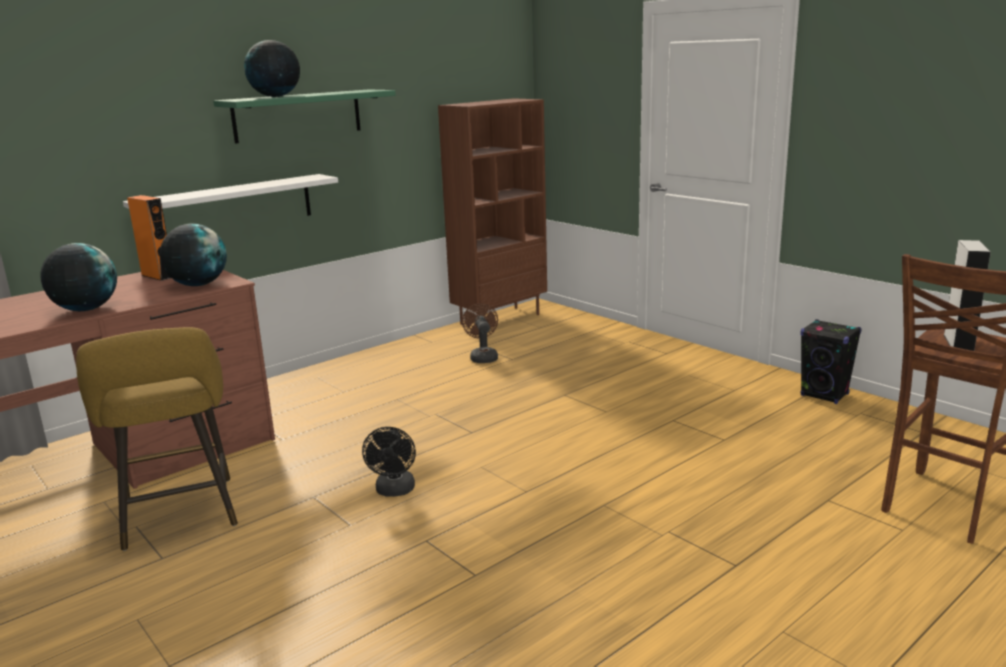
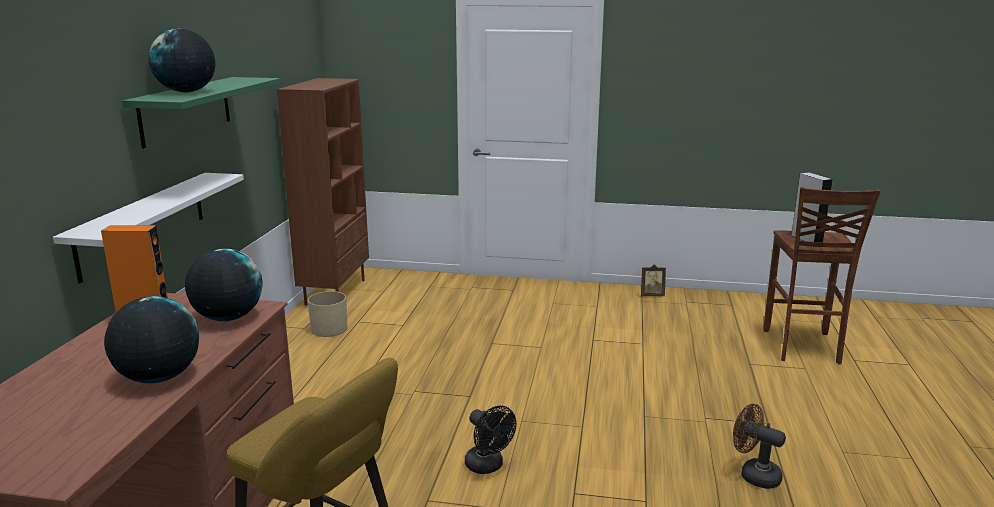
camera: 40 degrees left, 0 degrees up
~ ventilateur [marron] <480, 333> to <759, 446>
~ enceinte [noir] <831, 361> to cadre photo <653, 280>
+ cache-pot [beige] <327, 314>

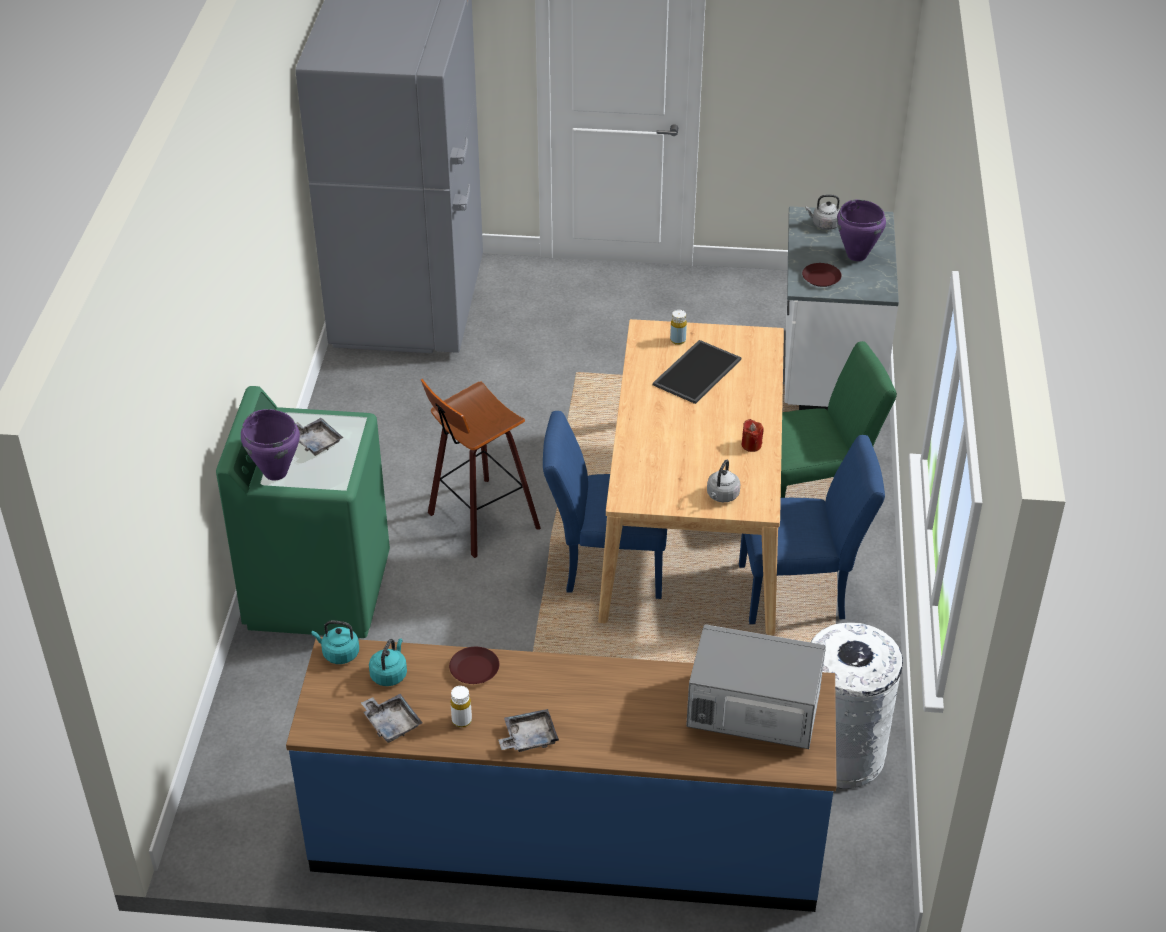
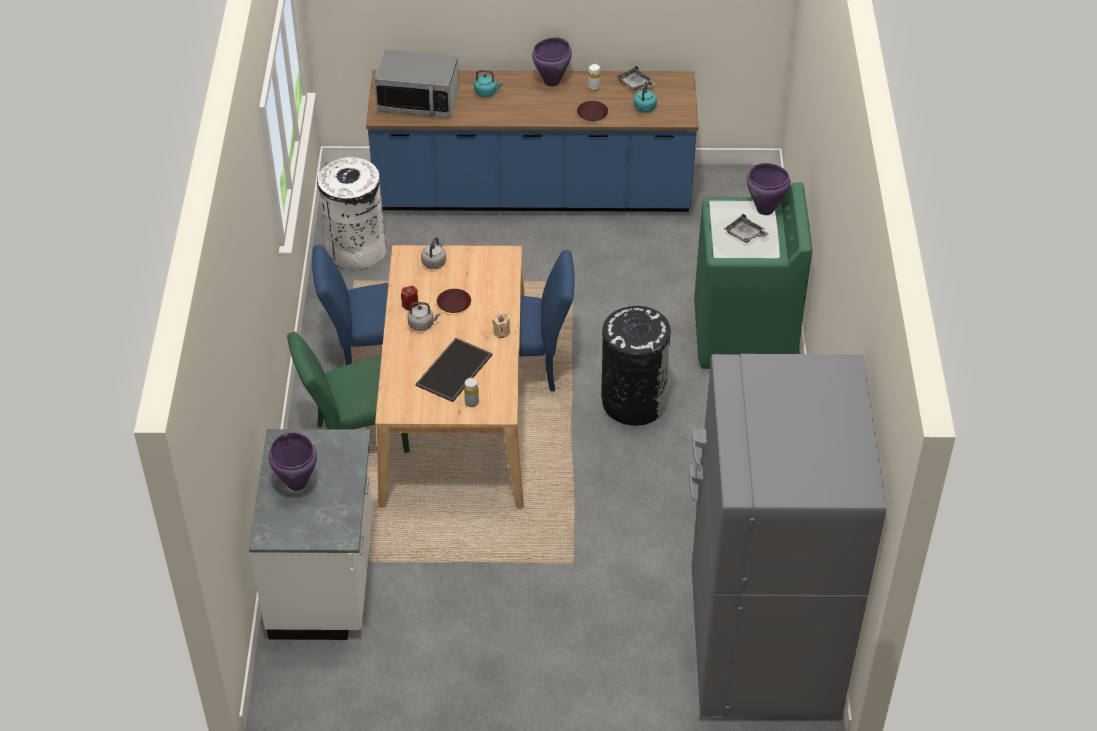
camera: 175 degrees right, 5 degrees up
~ bouilloire [turquoise] <335, 642> to <488, 83>
~ tabouret <481, 468> to poubelle [noir] <636, 365>
~ plateau [gris] <528, 730> to marmite [violet] <552, 62>
~ assiette [marron] <822, 275> to <454, 301>
~ bouilloire [gris] <823, 212> to <424, 316>
+ bougie [beige] <501, 325>

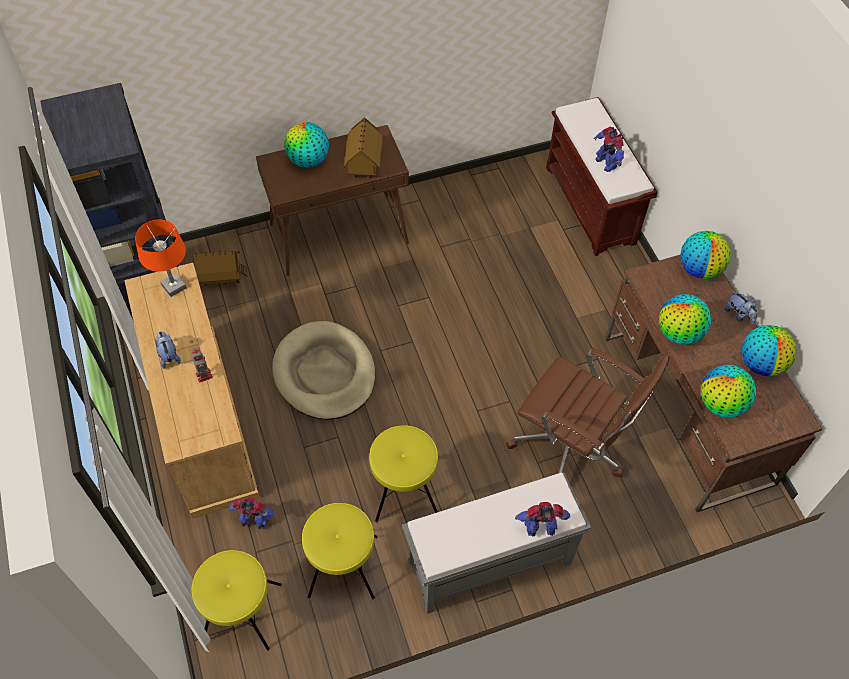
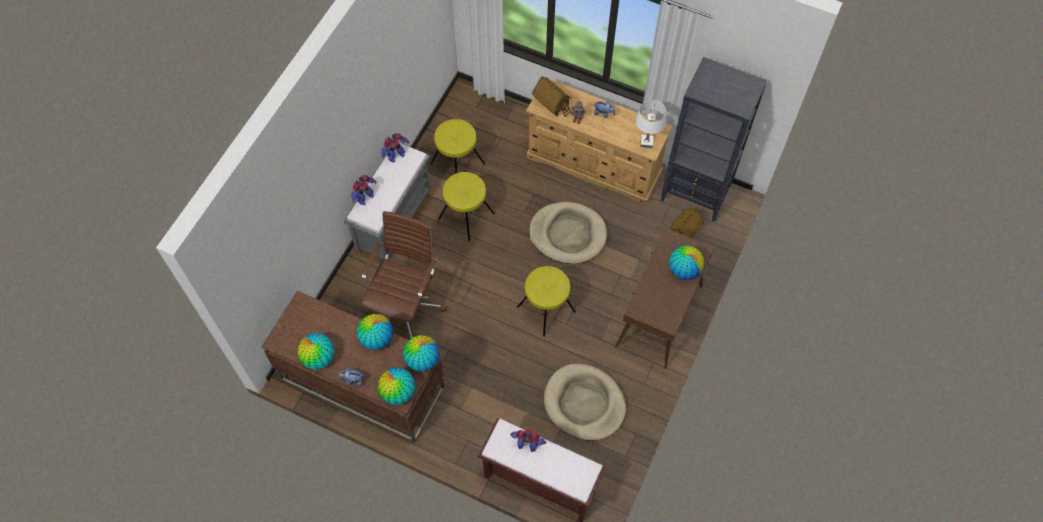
camera: 135 degrees right, 5 degrees up
~ lampe de table [orange] <161, 258> to lampe de table [blanc] <651, 124>
~ tabouret [jaune] <237, 600> to <546, 301>
~ robot jouet <253, 513> to <395, 148>
~ maison miniature <363, 147> to <552, 96>
~ chaise de bureau [marron] <588, 412> = <404, 275> 120 degrees clockwise
~ globe <728, 391> to <421, 353>
+ panier pour chien [beige] <585, 402>

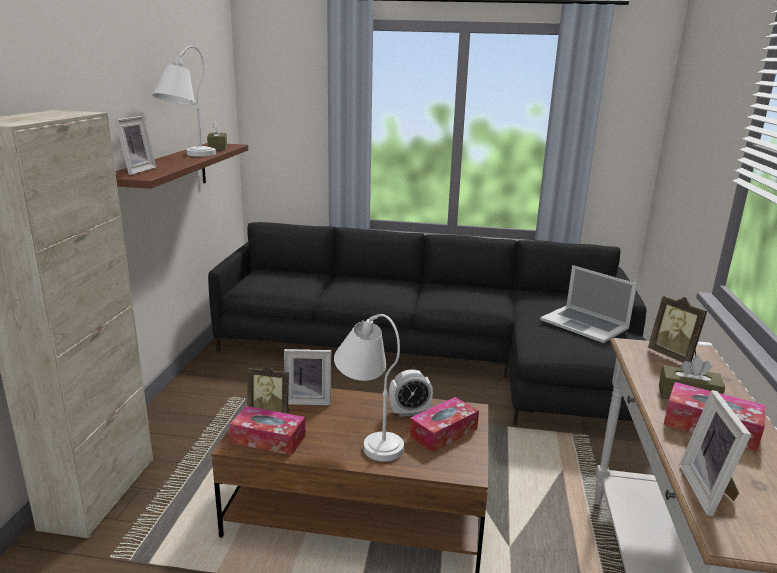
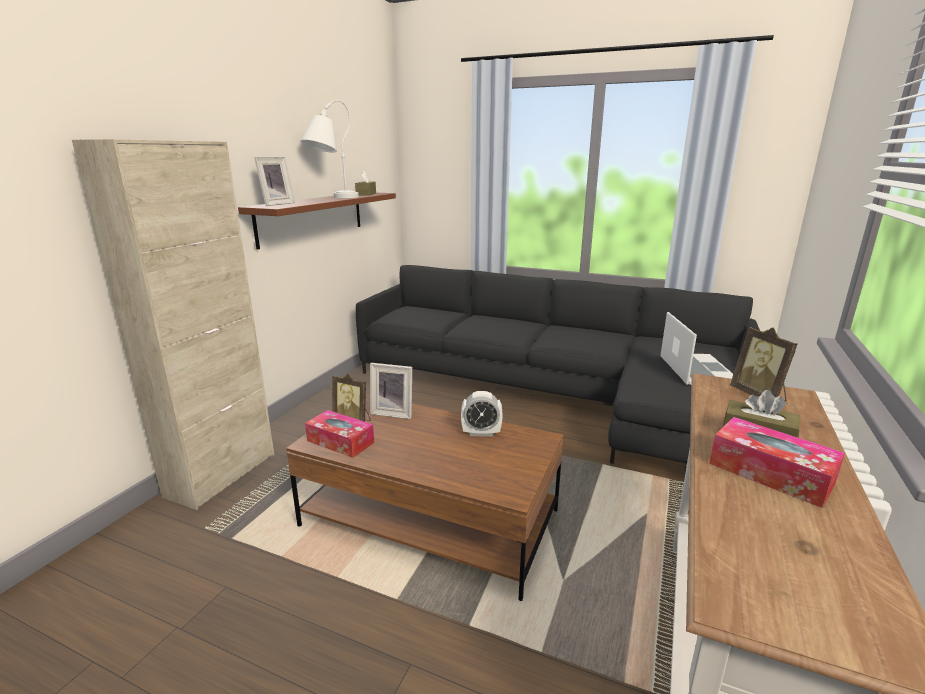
camera: 15 degrees right, 0 degrees up
- lampe de table [blanc] <369, 388>
- boîte à mouchoirs <444, 424>
~ ordinateur portable <588, 304> = <696, 348> 150 degrees counterclockwise
- cadre photo <715, 453>

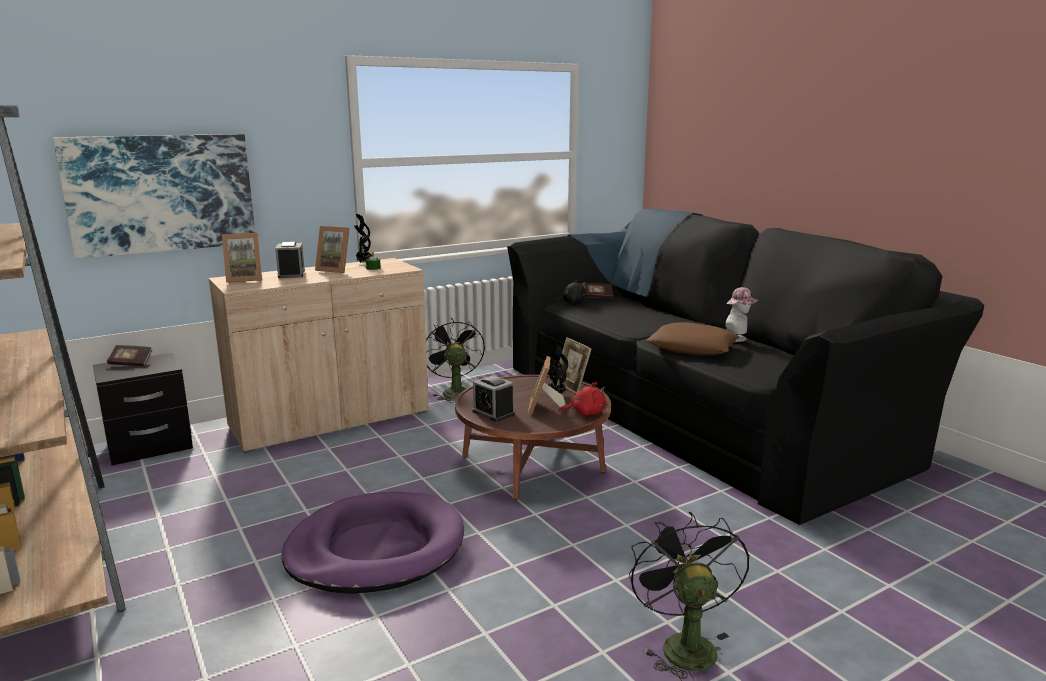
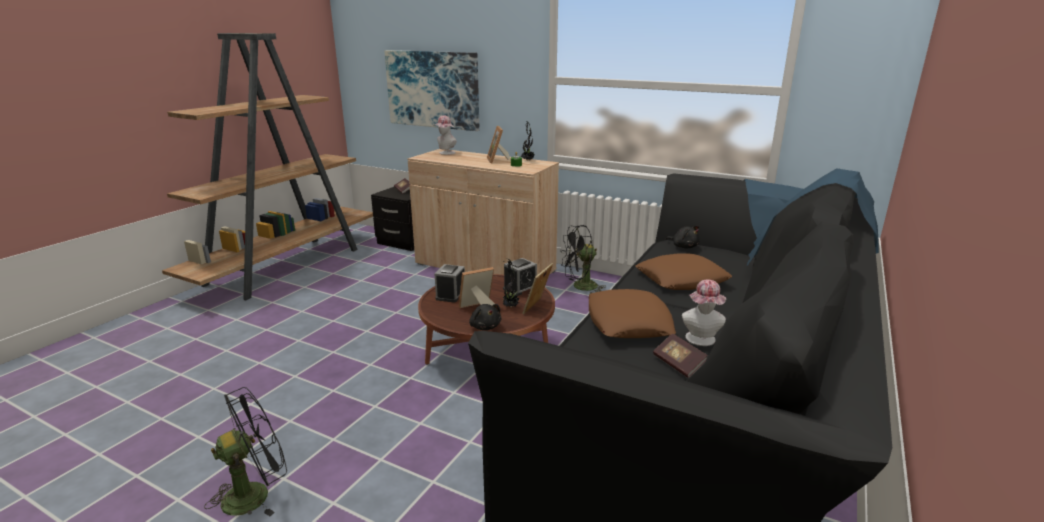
camera: 60 degrees right, 5 degrees up
~ cadre photo <242, 258> to chapeau <445, 135>
~ réveil <290, 260> to <520, 277>
- panier pour chien [violet] <373, 543>
~ ventilateur [noir] <455, 360> = <582, 260> 150 degrees counterclockwise
~ peluche [rouge] <582, 399> to peluche [noir] <485, 317>
~ livre <598, 291> to <680, 356>
+ coussin [marron] <683, 271>

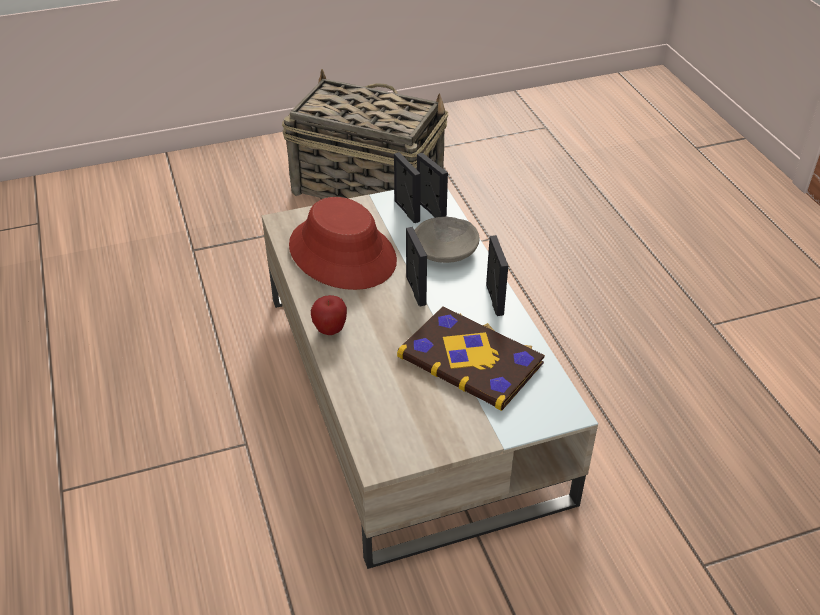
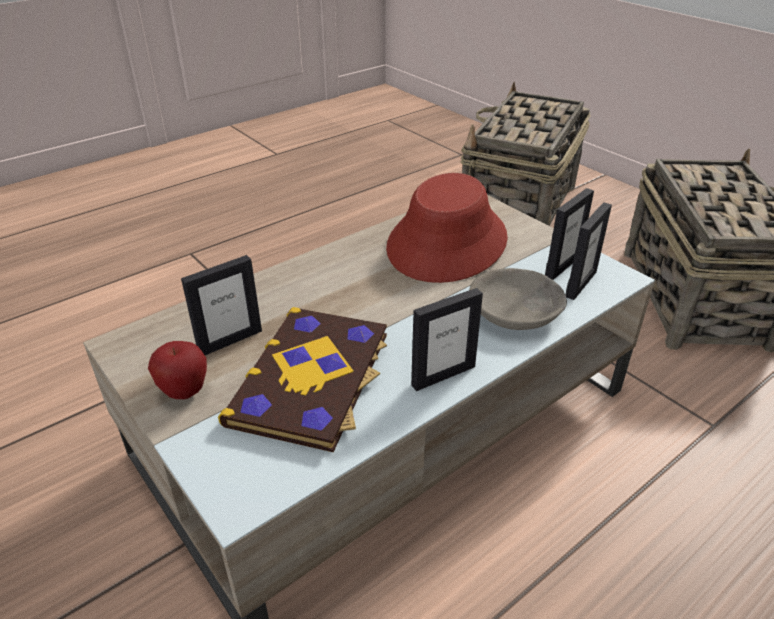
camera: 70 degrees right, 5 degrees down
~ pomme <329, 315> to <177, 370>
~ cadre photo <416, 266> to <221, 305>
+ panier <525, 154>

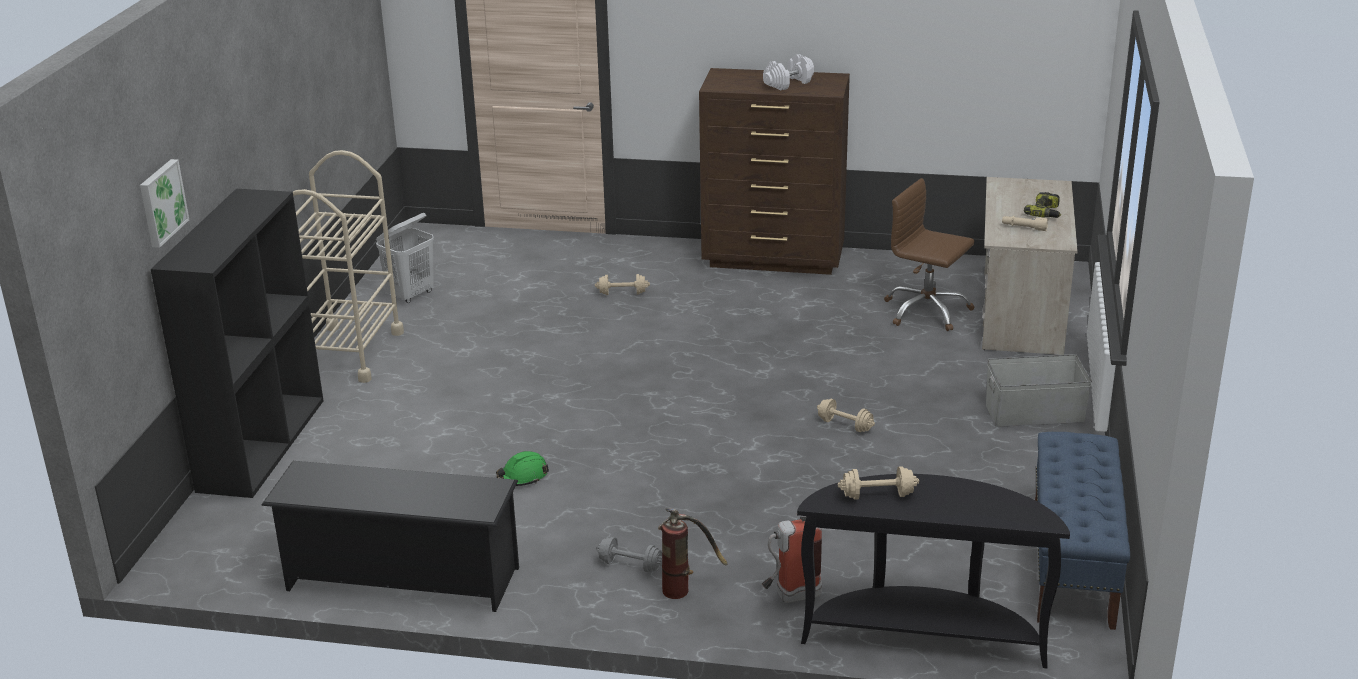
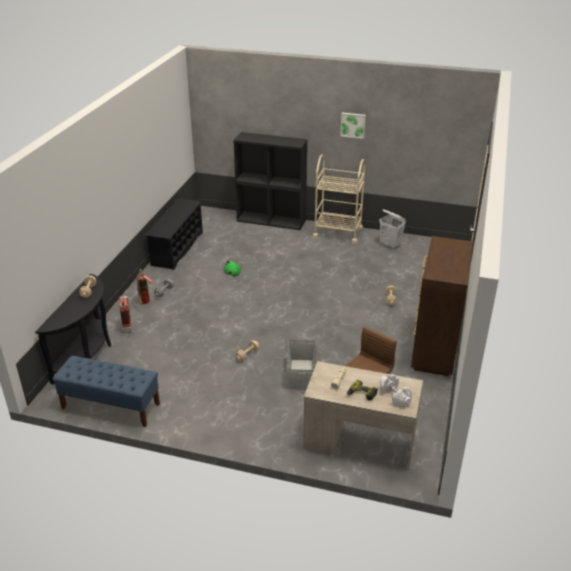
camera: 95 degrees right, 5 degrees up
~ tableau <164, 203> to <353, 126>
~ haltère [blanc] <788, 72> to <396, 390>
~ boîte de rangement [gris] <1039, 390> to <301, 365>

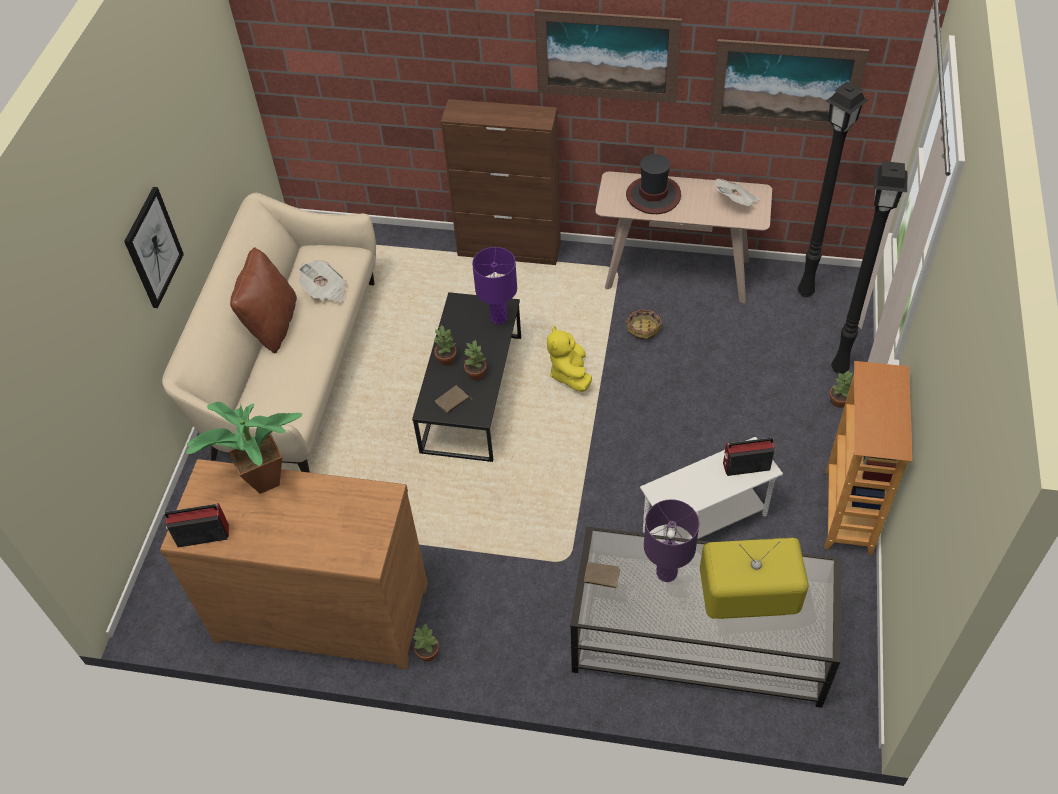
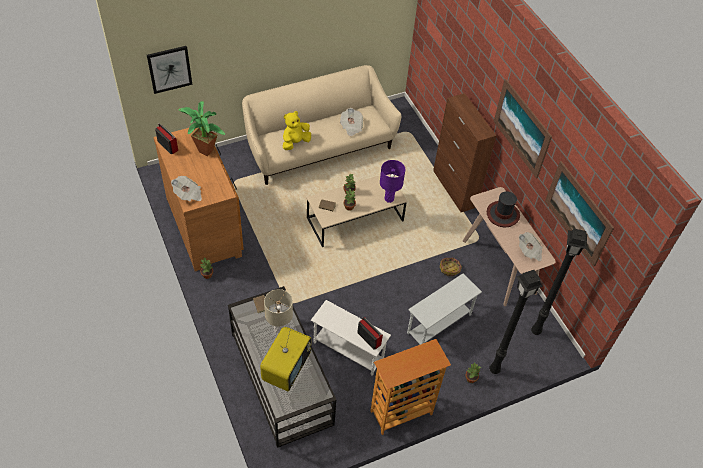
camera: 50 degrees right, 0 degrees up
~ tableau <154, 247> to <169, 70>
- coussin [marron] <263, 300>
~ table basse [noir] <466, 377> to table basse [beige] <356, 210>
~ peluche [jaune] <569, 359> to <297, 130>
~ lampe de table [violet] <671, 540> to lampe de table [beige] <278, 311>
~ téléviseur <754, 578> = <285, 359> 60 degrees clockwise
+ journal <186, 188>
+ table d'appoint [blanc] <444, 309>

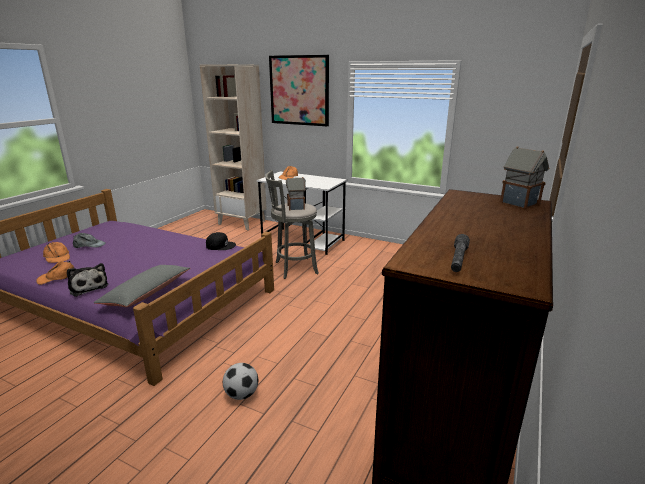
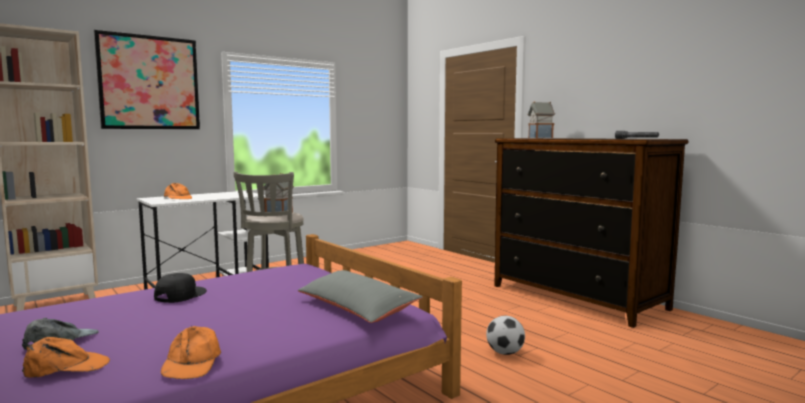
camera: 65 degrees left, 15 degrees down
- peluche <88, 280>
~ casquette [noir] <221, 241> to <180, 288>

